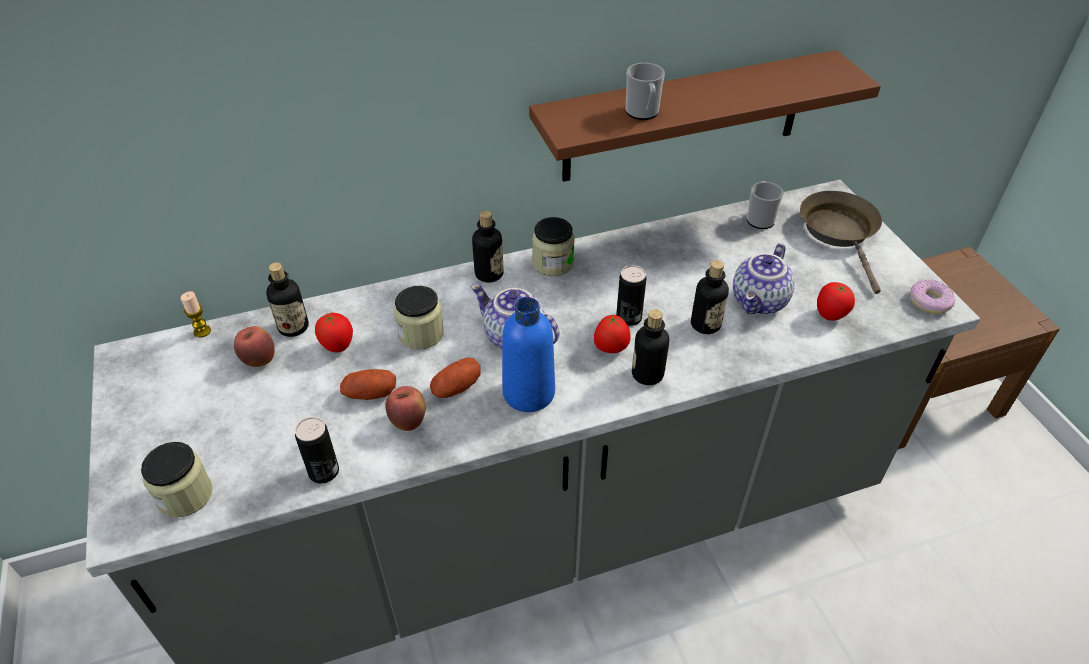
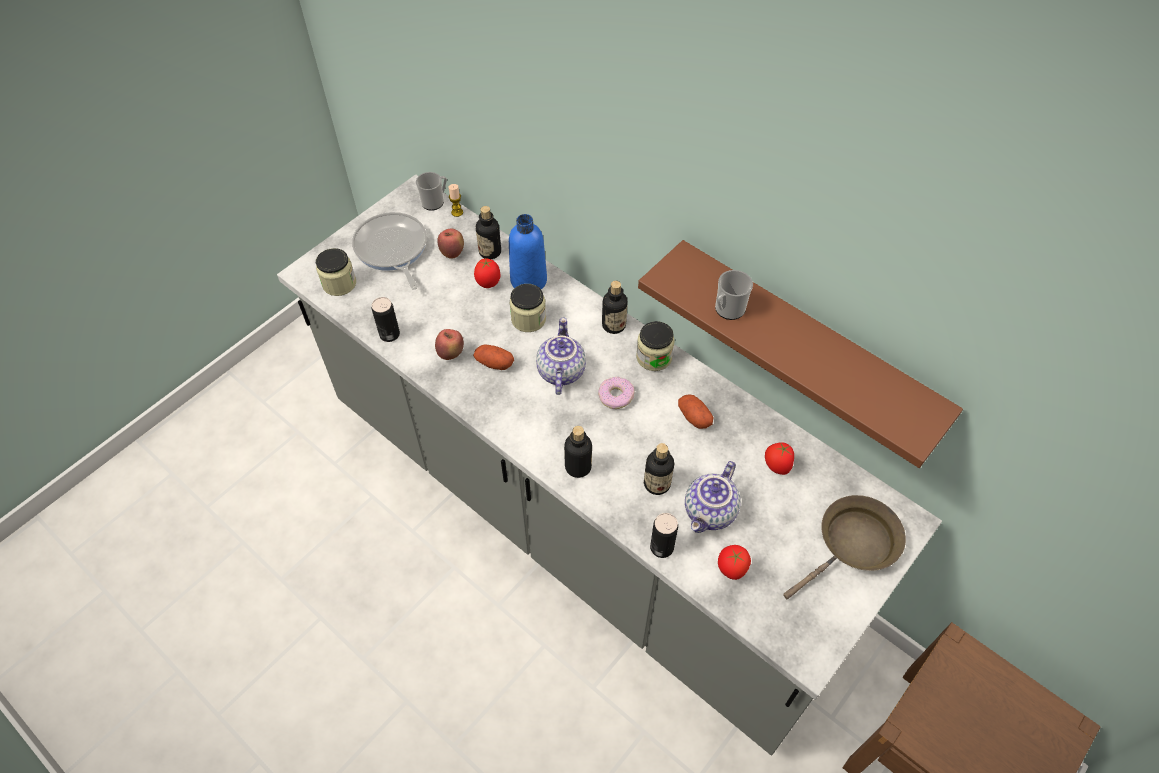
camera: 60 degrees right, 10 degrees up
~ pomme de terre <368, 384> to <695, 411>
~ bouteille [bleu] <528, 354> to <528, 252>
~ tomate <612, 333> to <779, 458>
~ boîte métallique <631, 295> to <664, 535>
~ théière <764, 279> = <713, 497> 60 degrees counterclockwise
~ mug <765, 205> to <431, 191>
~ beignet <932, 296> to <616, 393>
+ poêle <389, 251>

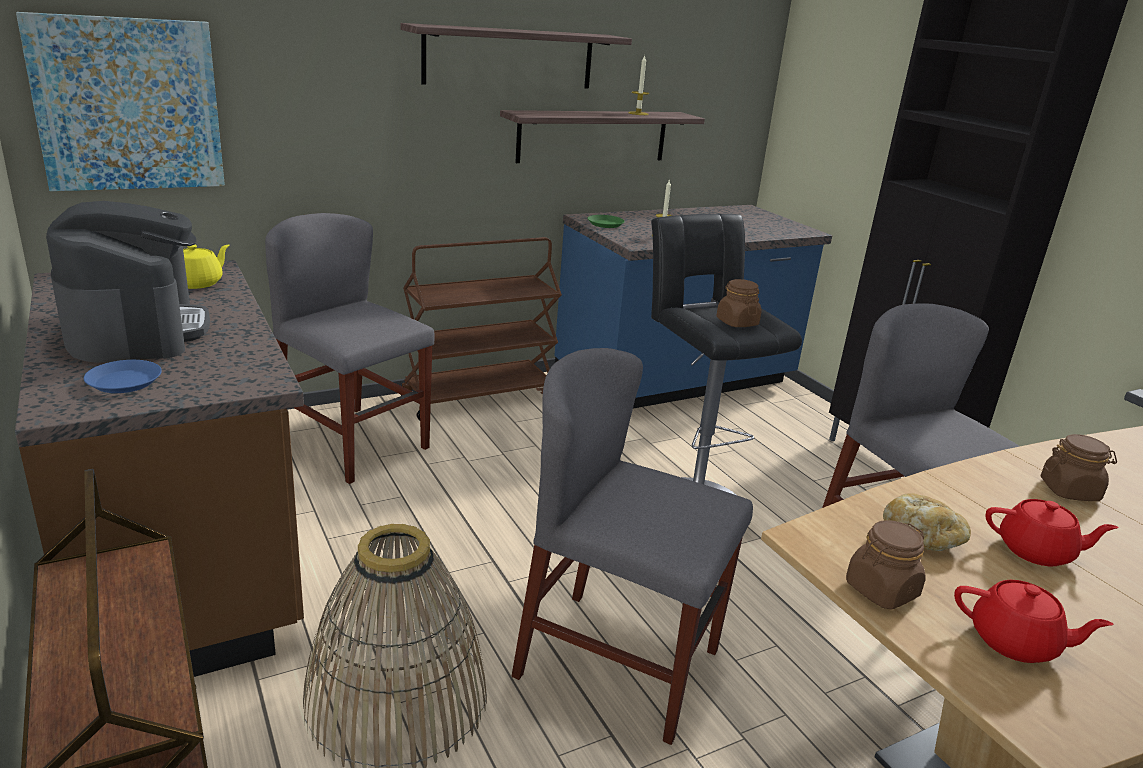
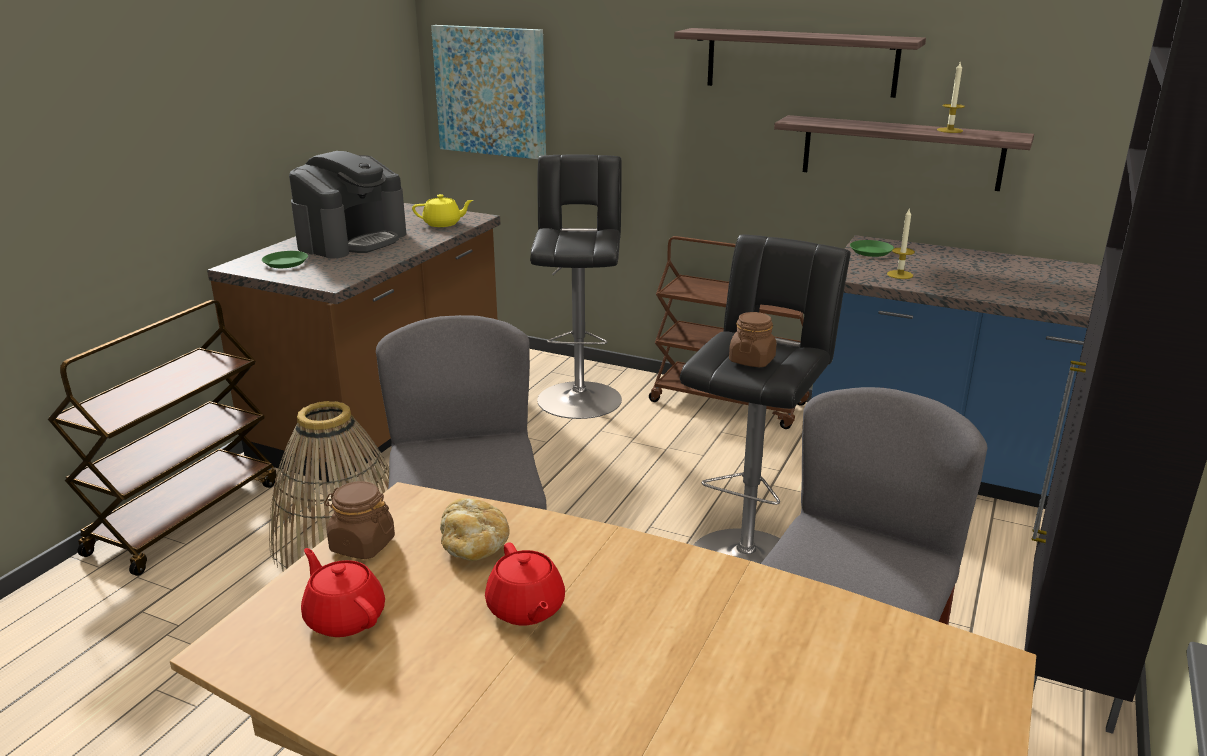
camera: 55 degrees right, 0 degrees up
~ assiette [bleu] <123, 376> to assiette [vert] <285, 259>
~ chaise [gris] <350, 348> to tabouret [noir] <576, 286>
~ théière [rouge] <1033, 621> = <343, 592> 150 degrees clockwise
- bocal [marron] <1079, 467>

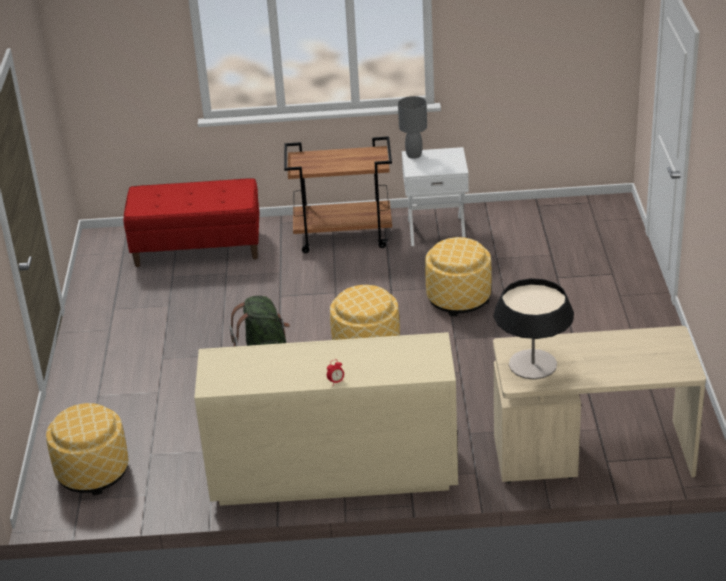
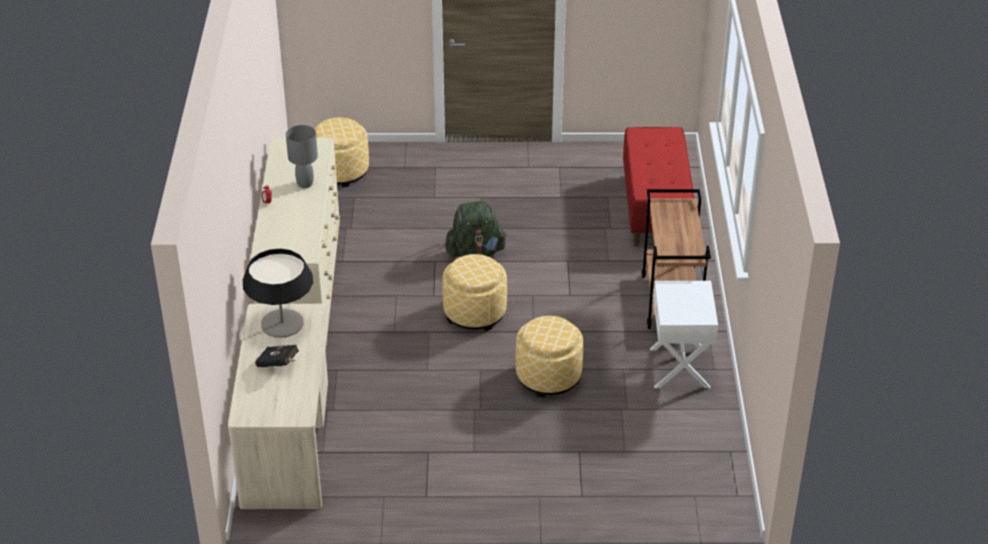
camera: 90 degrees right, 5 degrees up
~ lampe de table [gris] <412, 127> to <302, 156>
+ livre [noir] <277, 356>

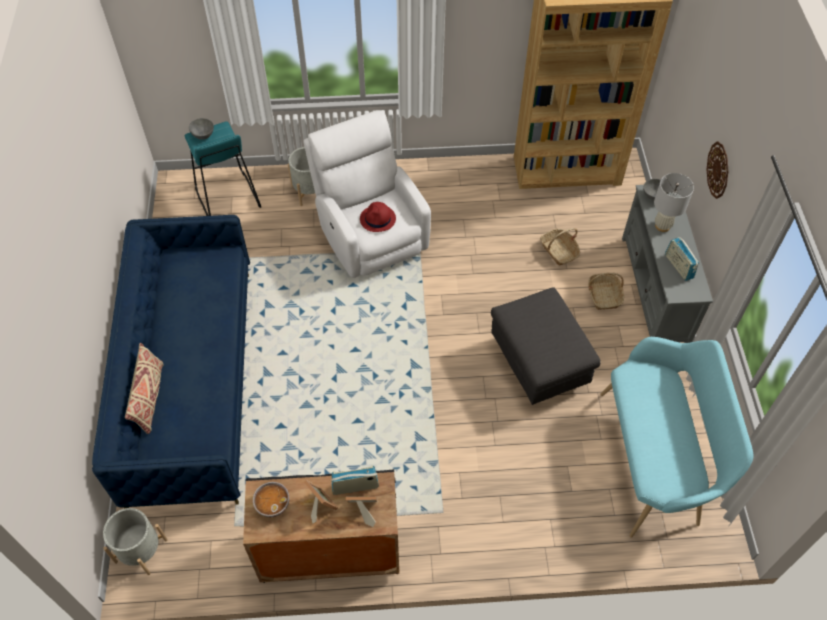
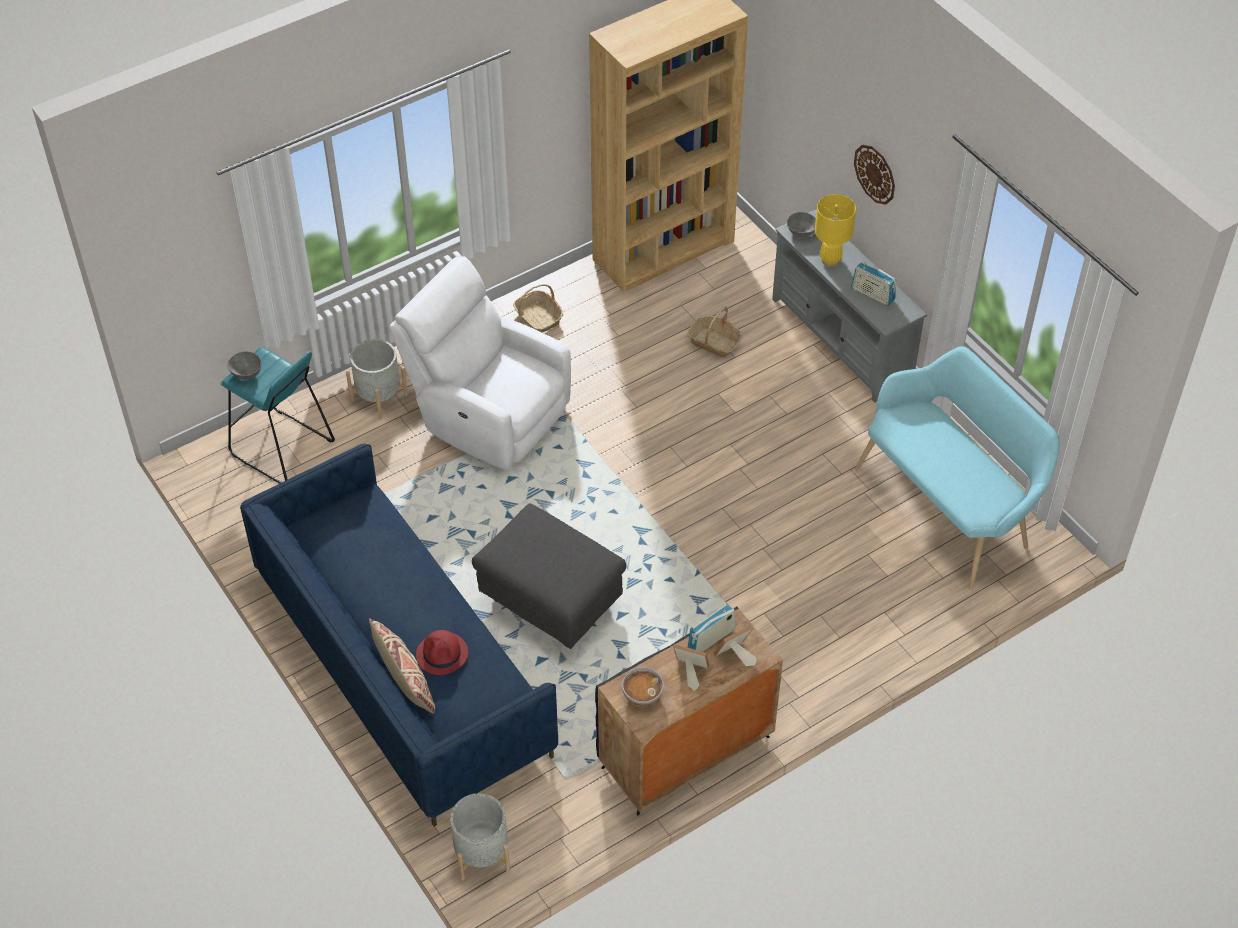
camera: 30 degrees left, 5 degrees down
~ chapeau [rouge] <378, 217> to <442, 652>
~ pouf [gris] <546, 346> to <549, 576>
~ panier <606, 291> to <538, 308>
~ lampe de table [blanc] <674, 202> to lampe de table [jaune] <835, 230>

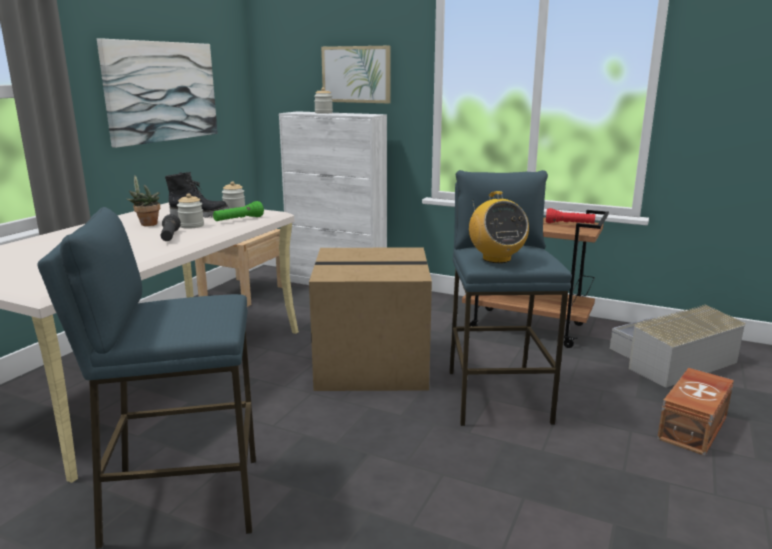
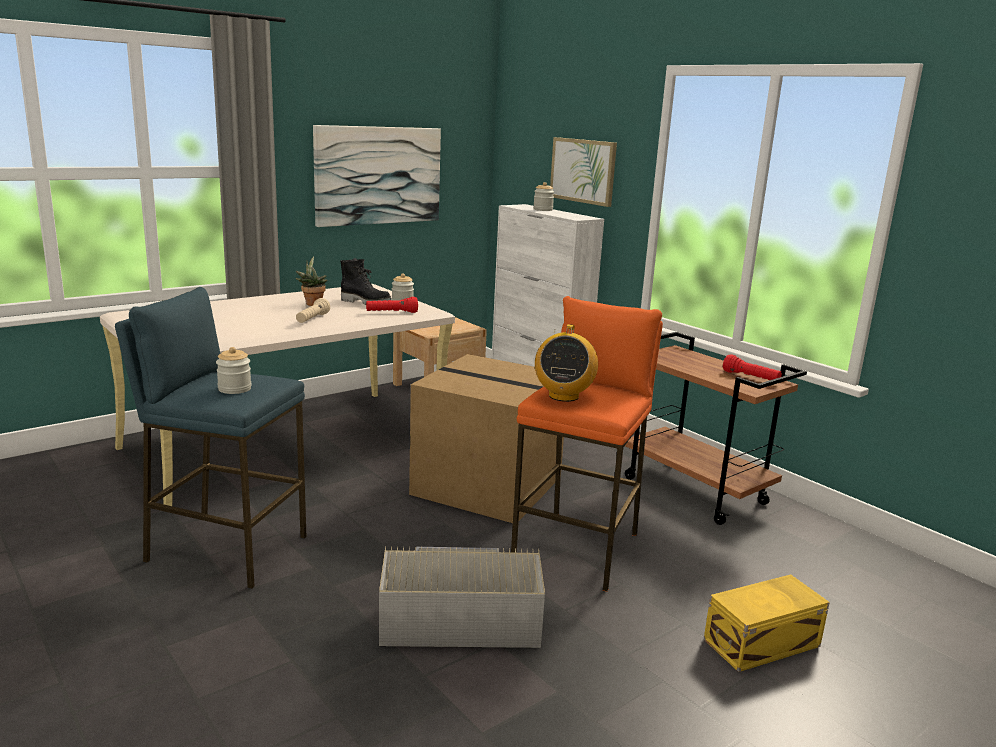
camera: 25 degrees right, 0 degrees up
~ lampe de poche [noir] <171, 227> to lampe de poche [beige] <313, 310>
~ bocal <190, 211> to <234, 370>
~ lampe de poche [vert] <238, 211> to lampe de poche [rouge] <392, 305>
~ tabouret [bleu] <510, 298> to tabouret [orange] <587, 444>
~ boîte de rangement [gris] <678, 346> to <462, 597>
~ boîte de rangement [marron] <695, 412> to boîte de rangement [jaune] <767, 623>

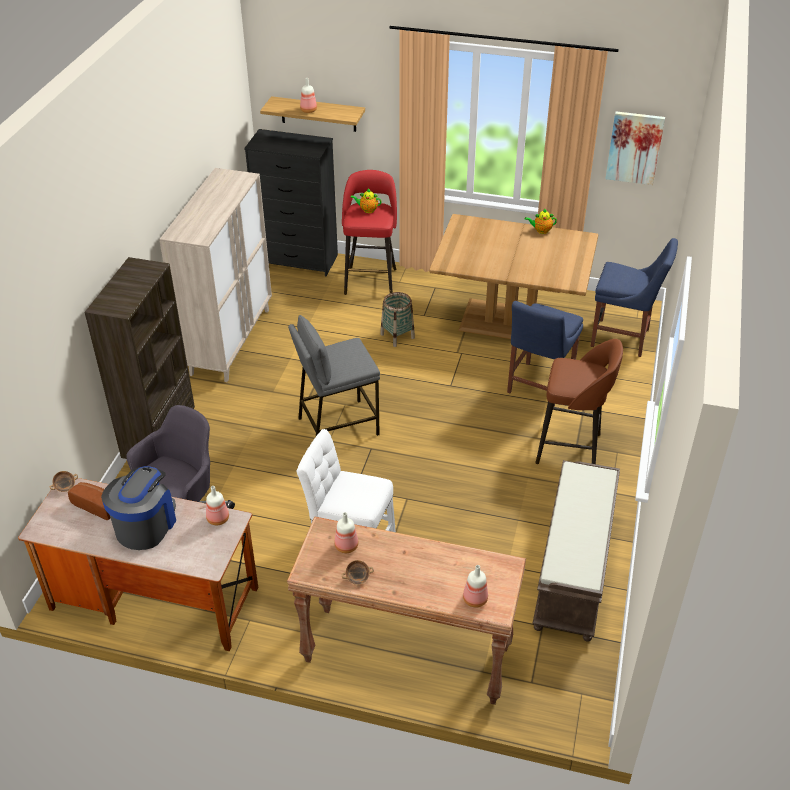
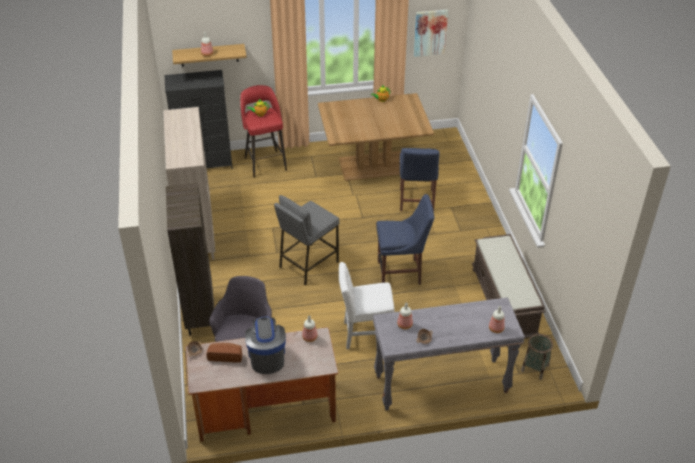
camera: 25 degrees left, 0 degrees up
~ table console [marron] <406, 610> to table console [gris] <449, 354>
~ panier <397, 319> to <537, 357>
- tabouret [marron] <579, 401>
~ chaise [bleu] <634, 297> to <405, 239>

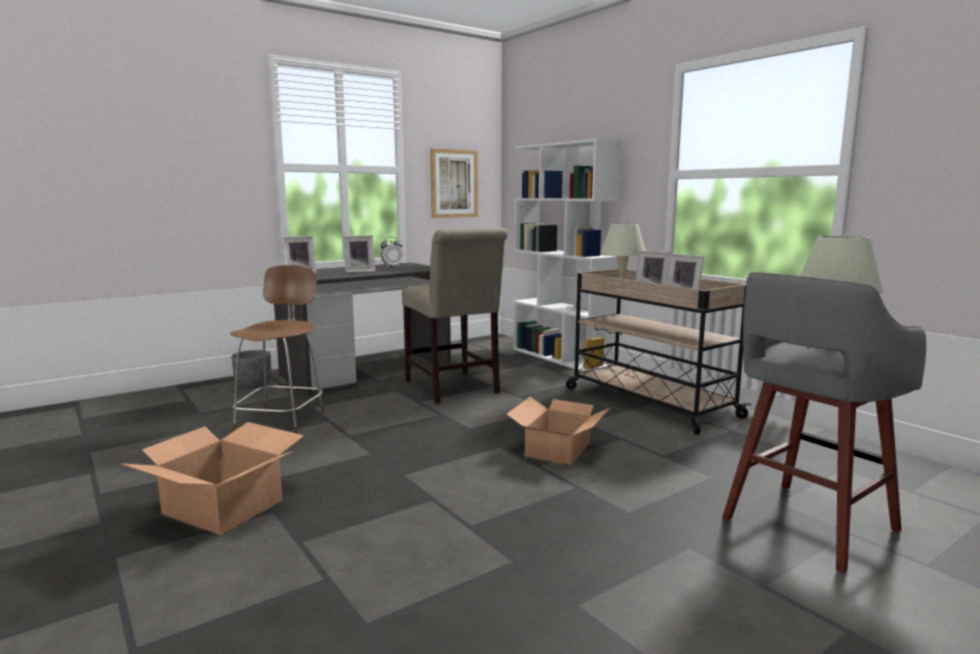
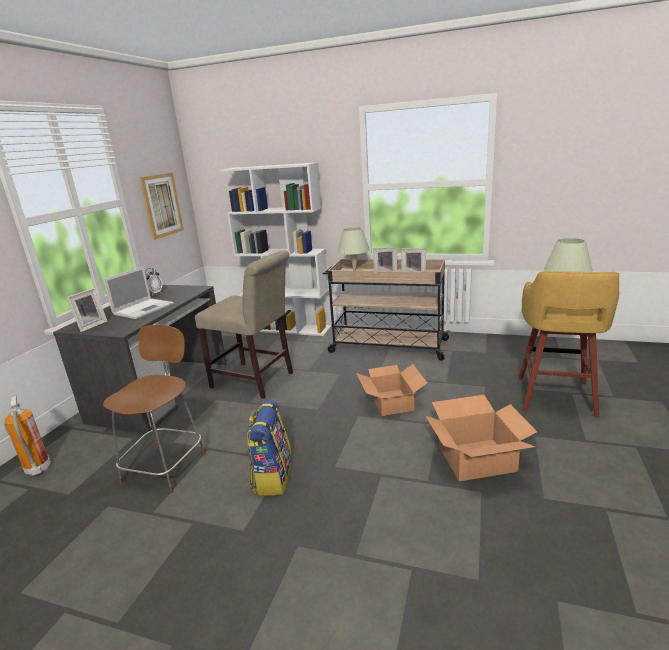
camera: 35 degrees left, 10 degrees up
~ carton <212, 478> to <481, 438>
~ chaise [marron] <277, 349> = <154, 409> 45 degrees clockwise
- cache-pot [gris] <251, 369>
~ cadre photo <359, 254> to ordinateur portable <138, 293>
~ tabouret [gris] <824, 423> to tabouret [jaune] <569, 344>
+ extincteur <27, 435>
+ sac à dos <269, 447>

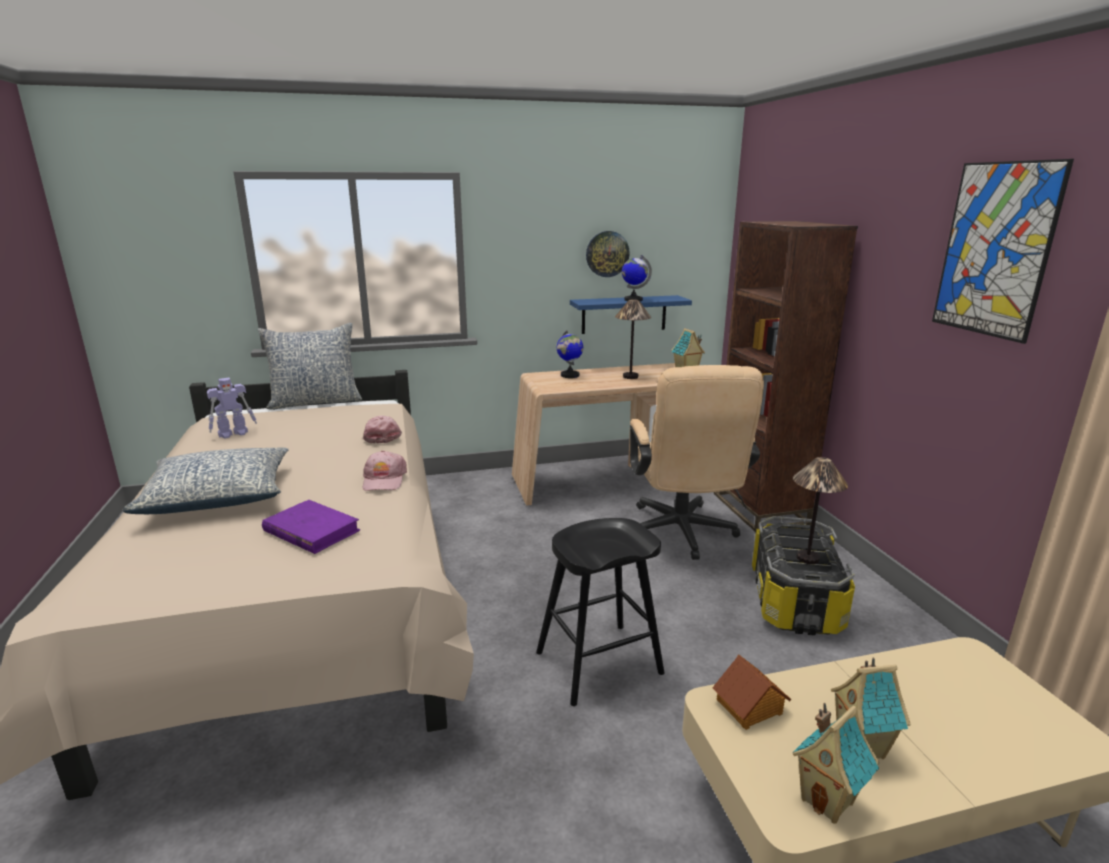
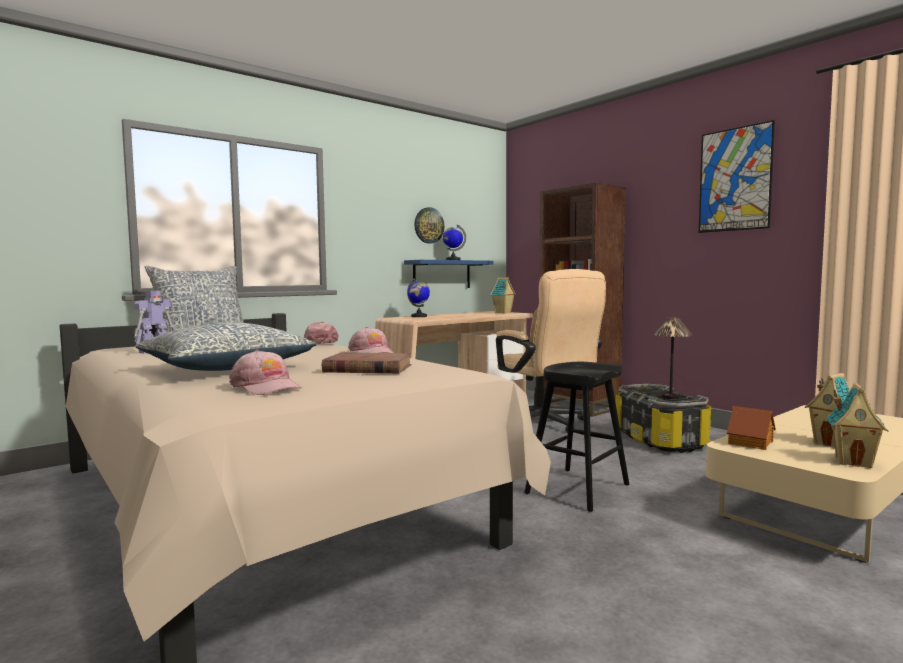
camera: 25 degrees left, 15 degrees down
~ livre [violet] <311, 527> to livre [marron] <366, 363>
- lampe de table <633, 339>
+ casquette [rose] <265, 372>

